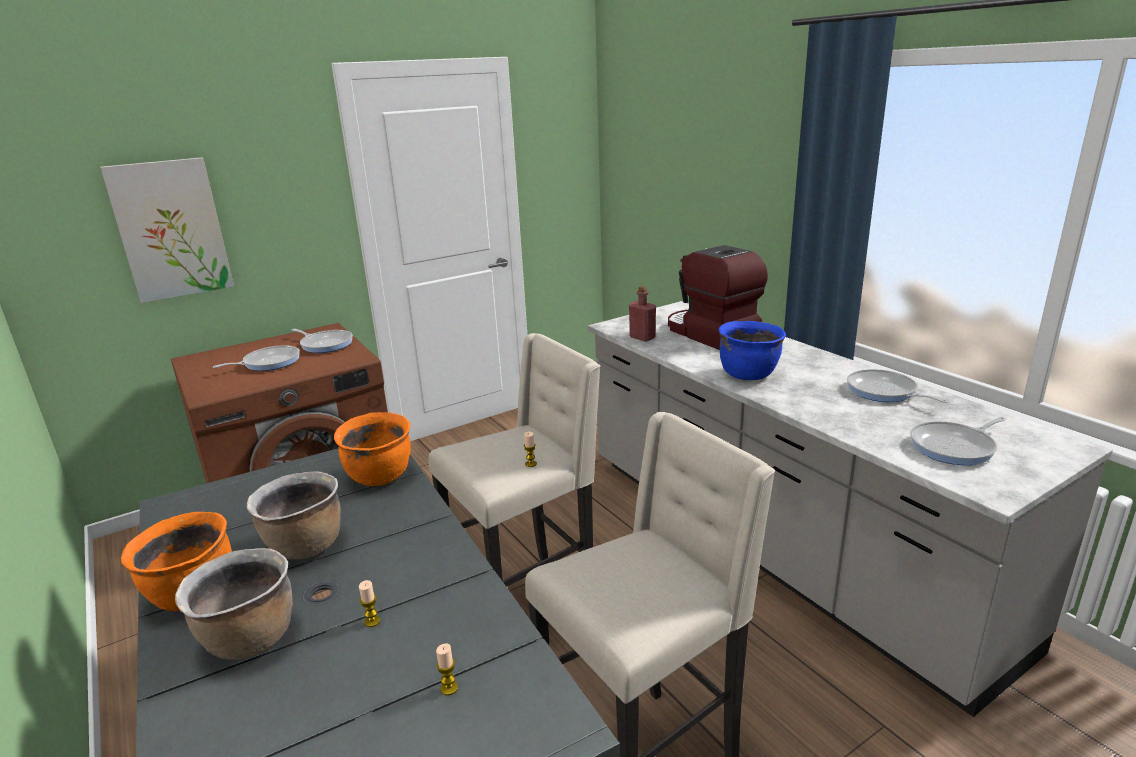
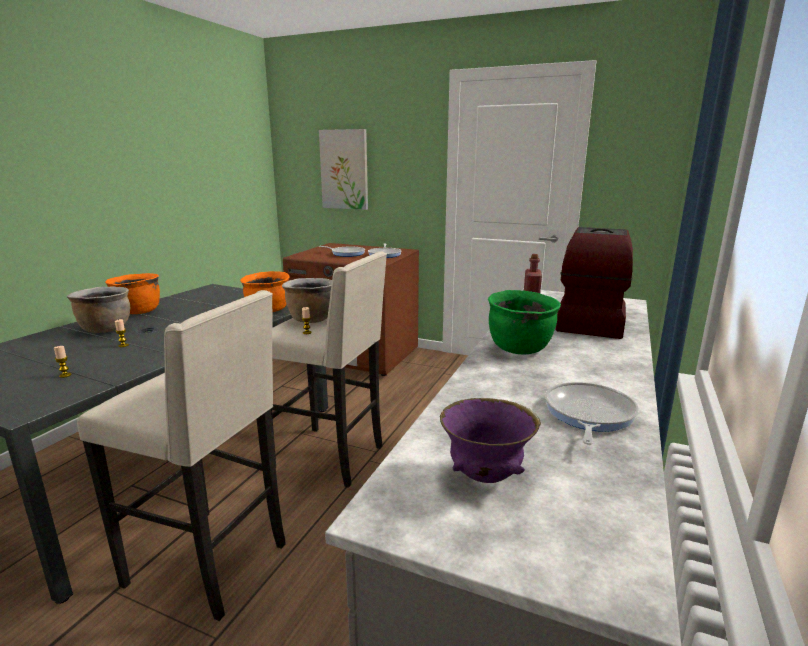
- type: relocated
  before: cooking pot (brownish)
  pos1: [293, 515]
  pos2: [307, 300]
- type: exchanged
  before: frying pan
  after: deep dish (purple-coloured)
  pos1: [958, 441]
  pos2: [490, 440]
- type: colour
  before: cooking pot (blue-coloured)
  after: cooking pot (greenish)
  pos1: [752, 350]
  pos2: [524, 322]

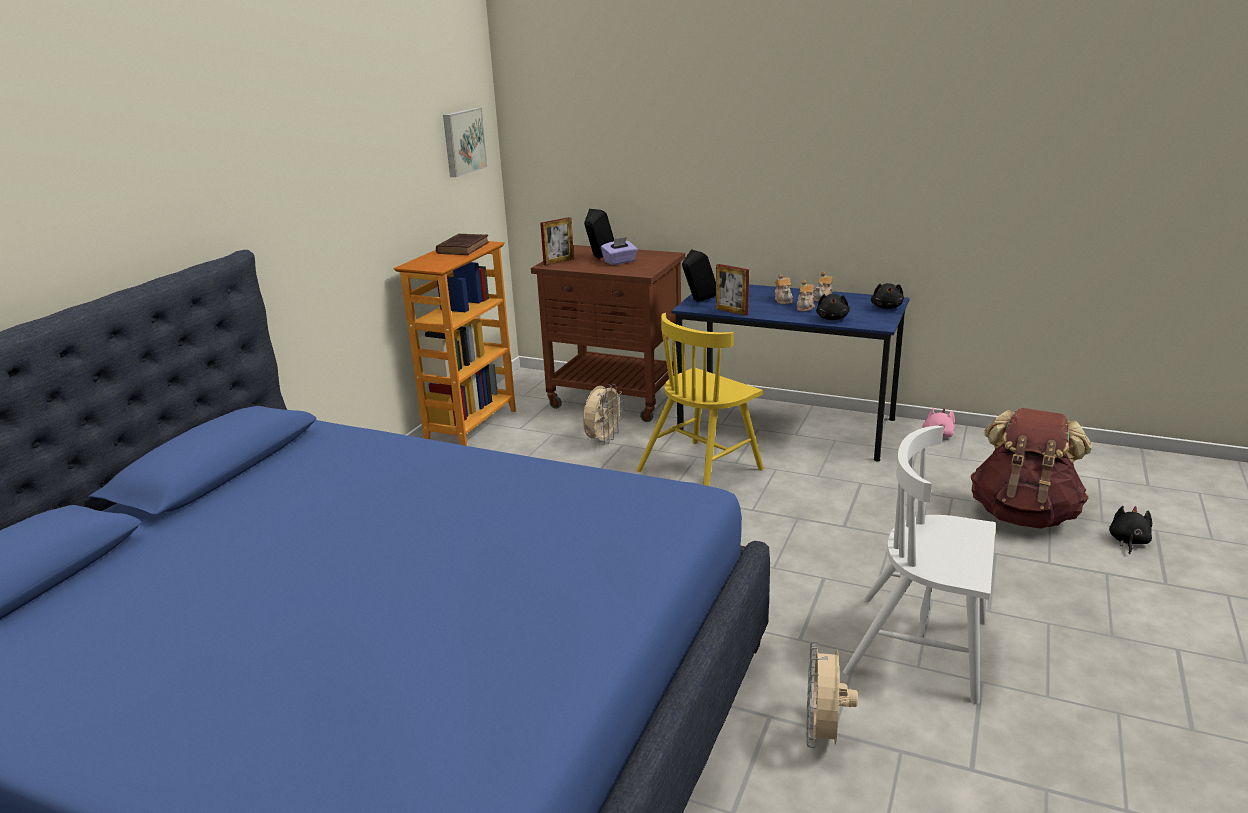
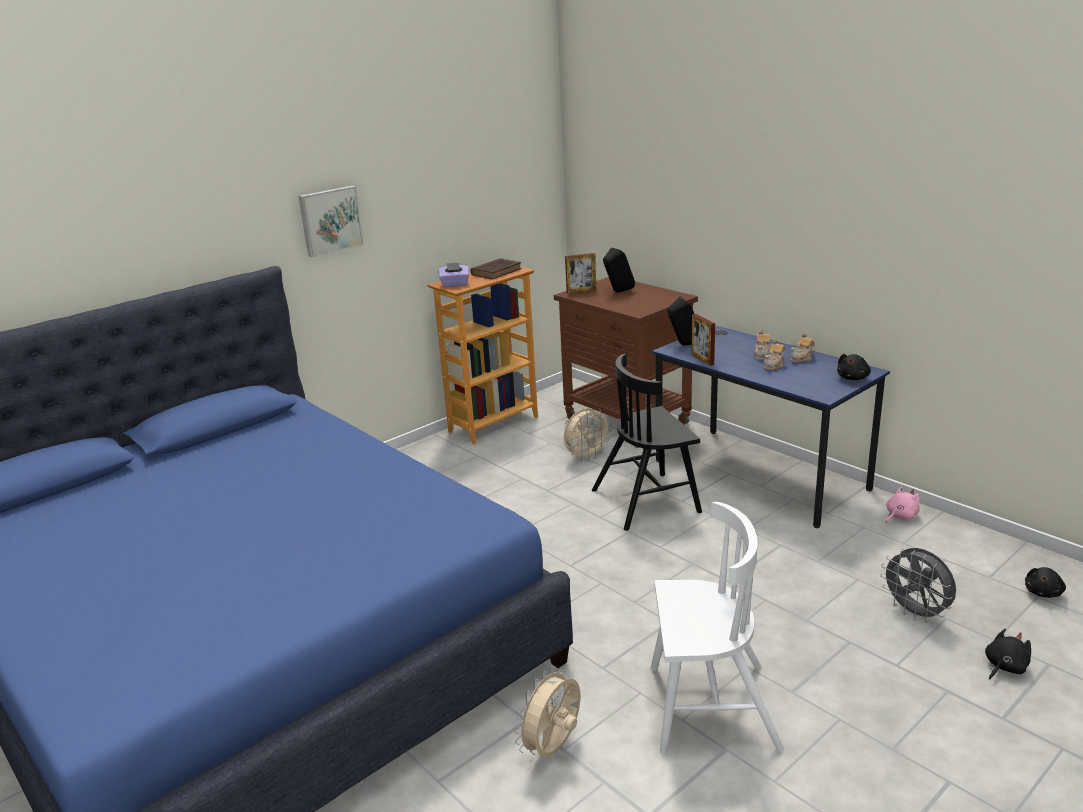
- type: relocated
  before: wall art
  pos1: [465, 142]
  pos2: [331, 221]
- type: relocated
  before: tissue holder (purple-coloured)
  pos1: [619, 251]
  pos2: [454, 275]
- type: relocated
  before: soft toy (blackish)
  pos1: [833, 307]
  pos2: [1045, 582]
- type: exchanged
  before: backpack (brownish)
  after: electric fan (gray)
  pos1: [1031, 468]
  pos2: [918, 585]
- type: colour
  before: chair (yellow)
  after: chair (blackish)
  pos1: [700, 399]
  pos2: [647, 442]
- type: spun
  before: chair (white-coloured)
  pos1: [919, 565]
  pos2: [717, 628]
  turn: 135

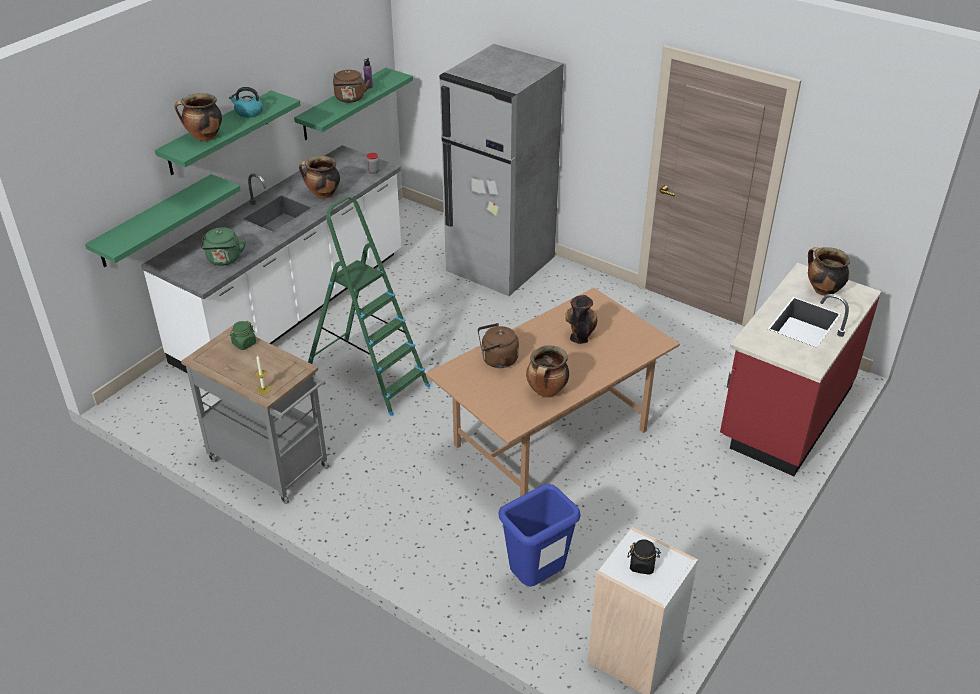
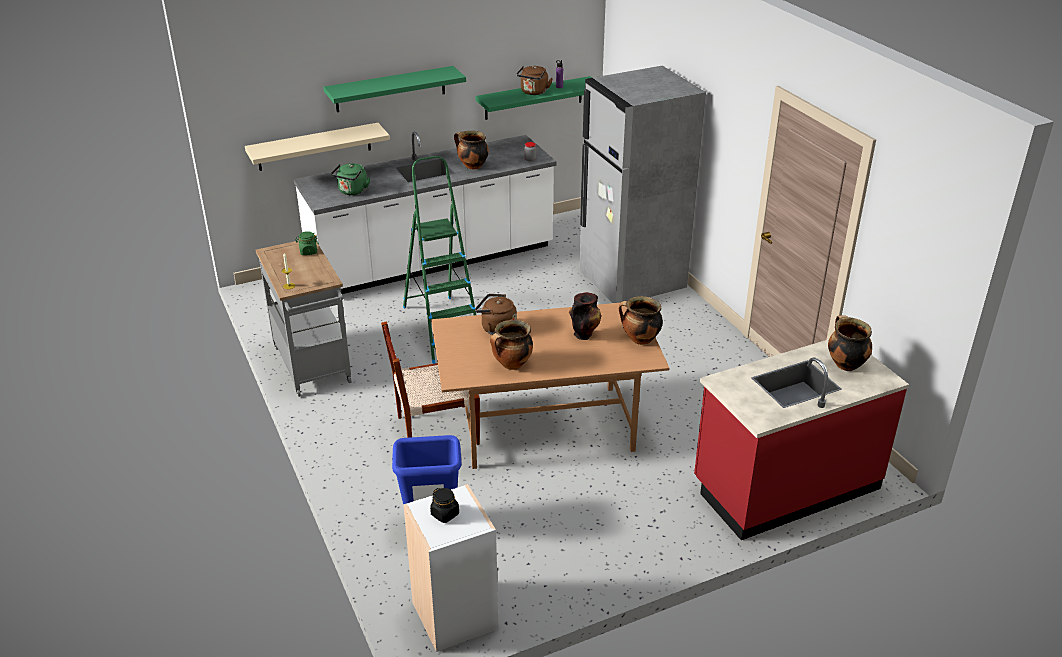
- type: missing
  before: kettle
  pos1: [246, 102]
- type: appeared
  after: chair
  pos2: [430, 383]
- type: relocated
  before: cooking pot
  pos1: [198, 117]
  pos2: [641, 320]
- type: colour
  before: bracket shelf (greenish)
  after: bracket shelf (beige)
  pos1: [162, 220]
  pos2: [317, 147]

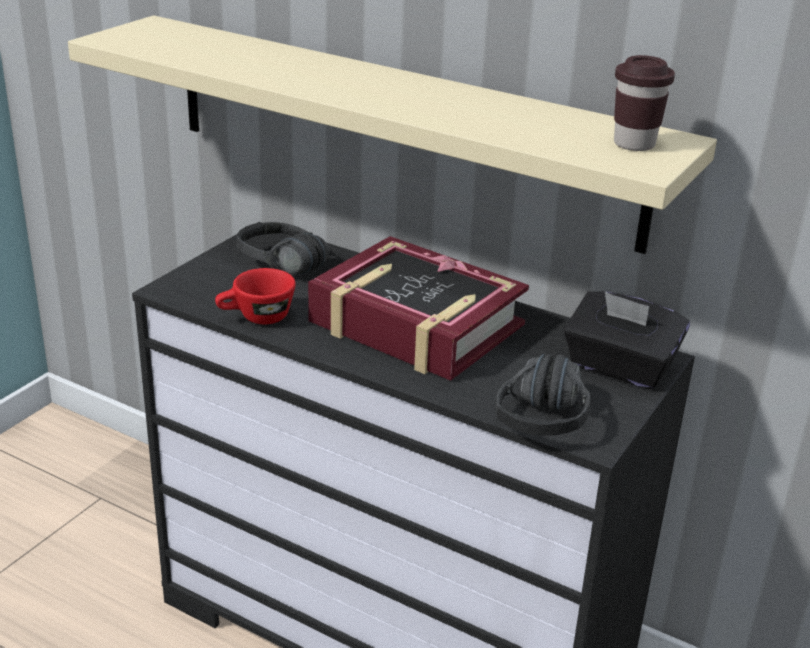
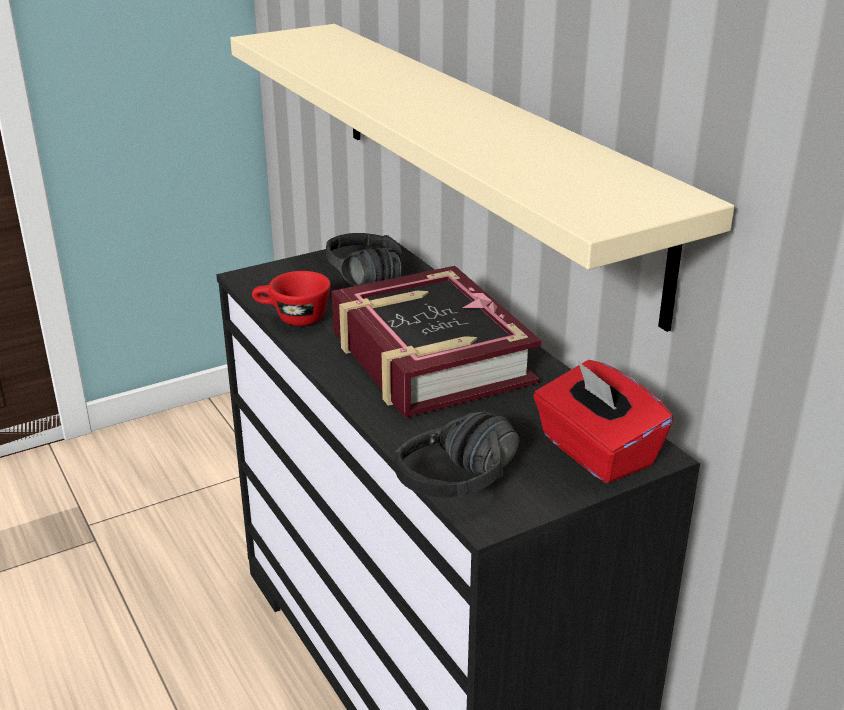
- type: missing
  before: small cup (brownish)
  pos1: [644, 103]
- type: colour
  before: tissue holder (blackish)
  after: tissue holder (red)
  pos1: [627, 340]
  pos2: [603, 421]

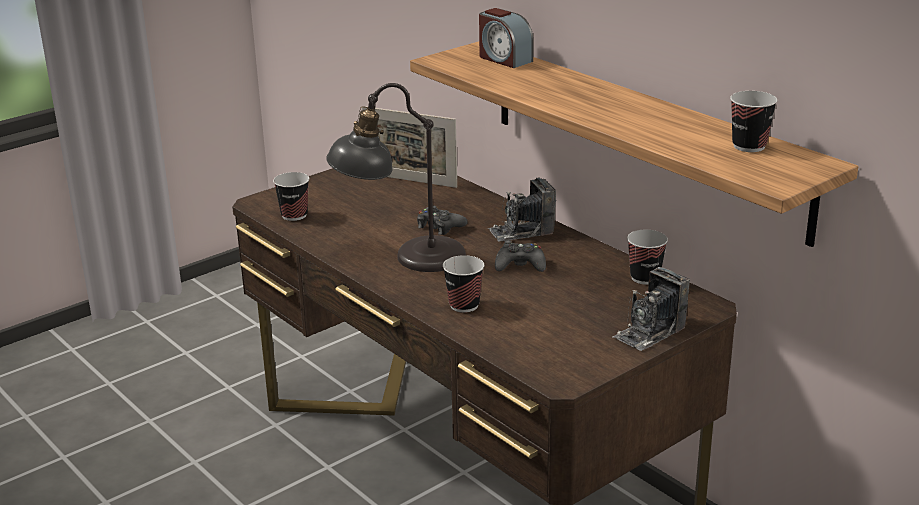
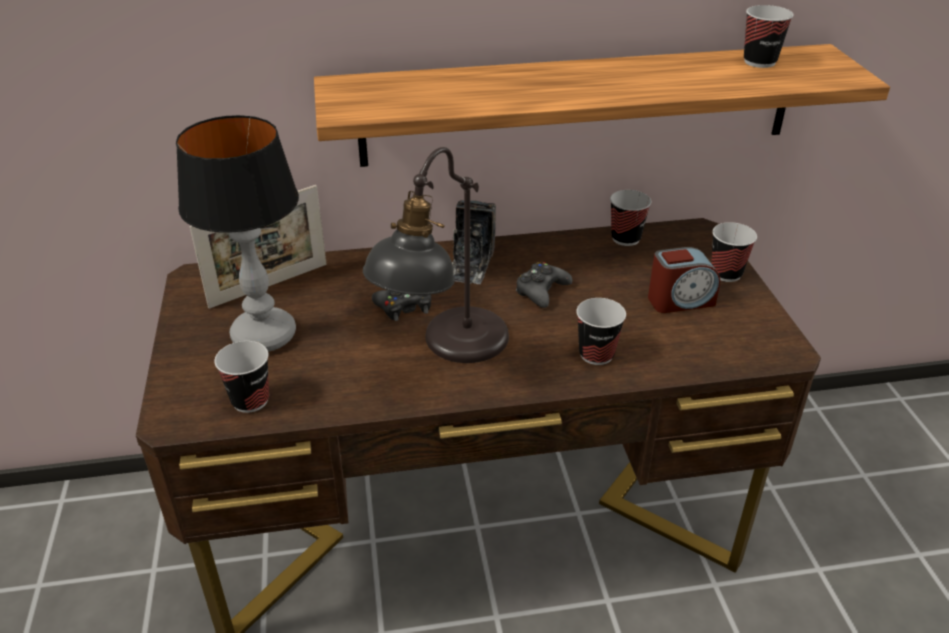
- type: appeared
  after: table lamp
  pos2: [237, 233]
- type: relocated
  before: alarm clock
  pos1: [506, 38]
  pos2: [684, 280]
- type: exchanged
  before: photo camera
  after: small cup
  pos1: [651, 309]
  pos2: [734, 252]

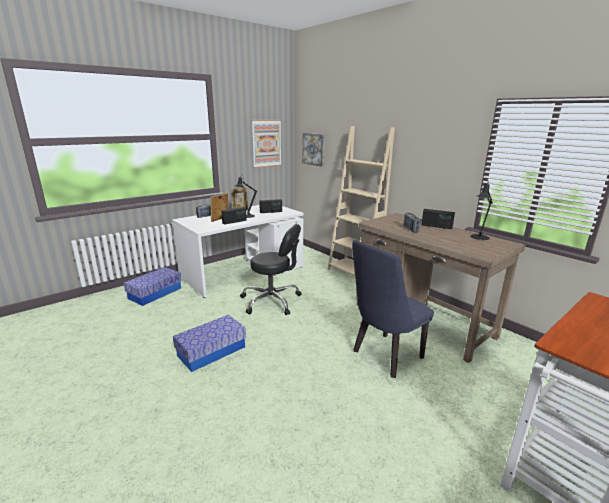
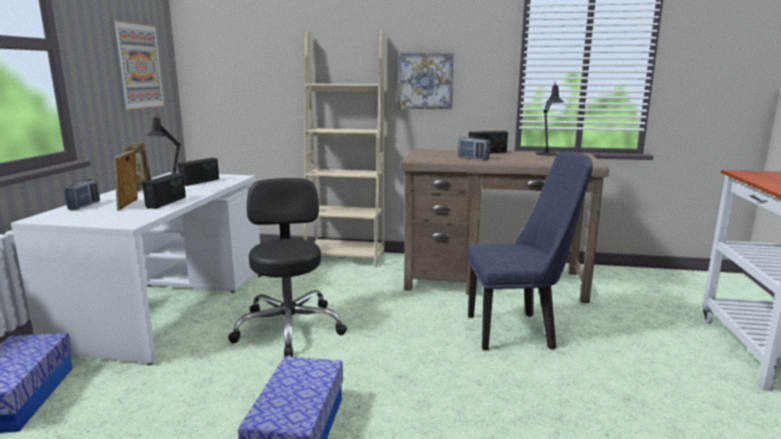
- type: relocated
  before: wall art
  pos1: [313, 150]
  pos2: [426, 81]
- type: spun
  before: office chair (blackish)
  pos1: [271, 269]
  pos2: [287, 267]
  turn: -75
- type: spun
  before: chair (blue-coloured)
  pos1: [393, 309]
  pos2: [530, 251]
  turn: -105

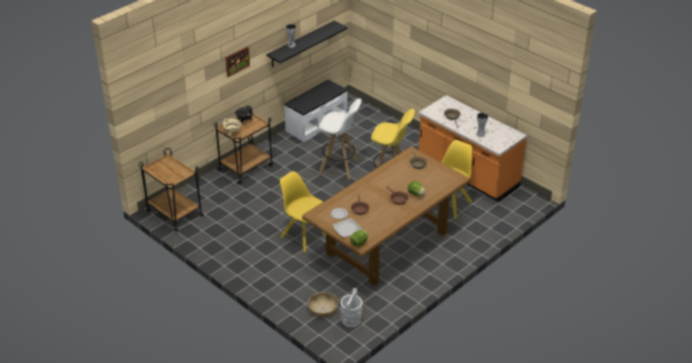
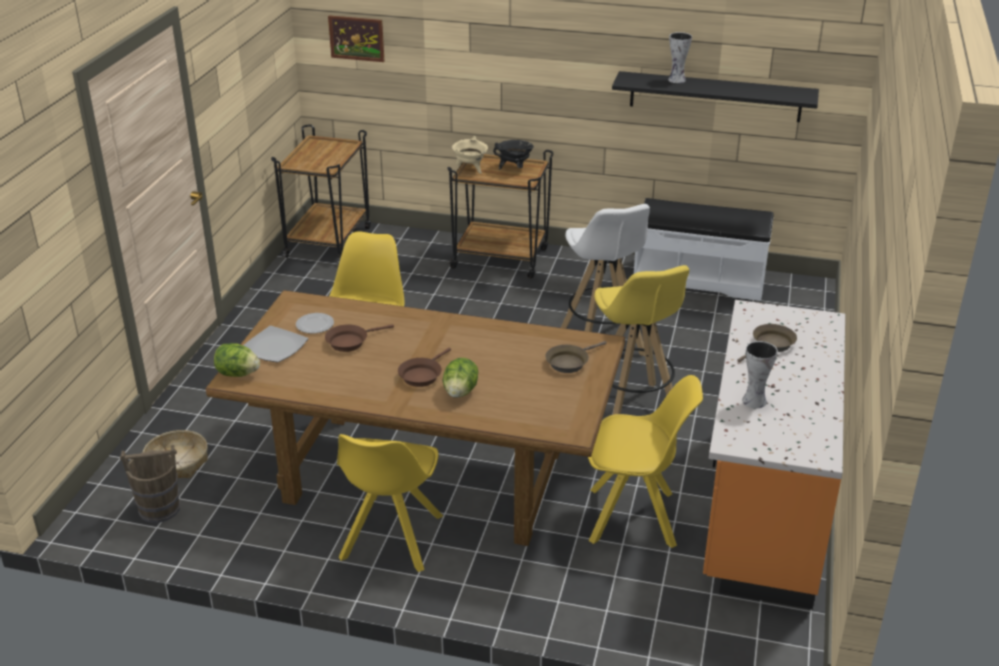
- type: appeared
  after: chair (yellow)
  pos2: [390, 503]
- type: relocated
  before: wall art
  pos1: [237, 62]
  pos2: [356, 38]
- type: colour
  before: pail (white-coloured)
  after: pail (brownish)
  pos1: [351, 307]
  pos2: [150, 484]

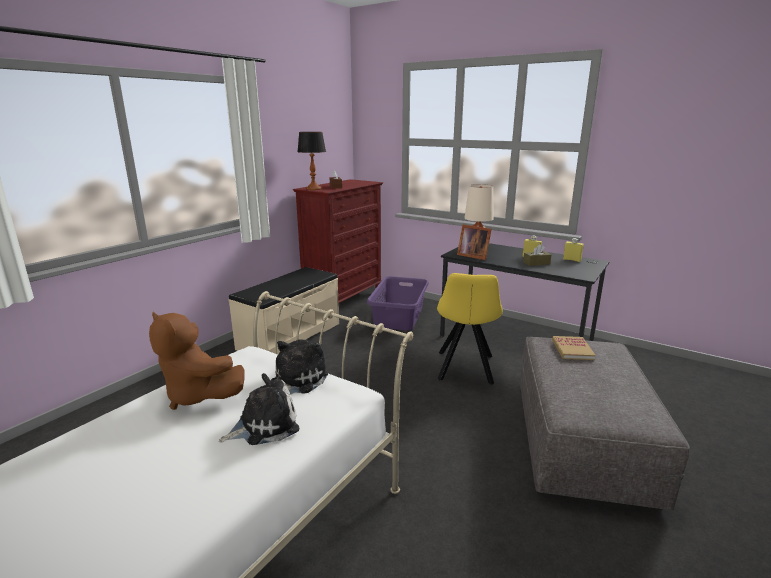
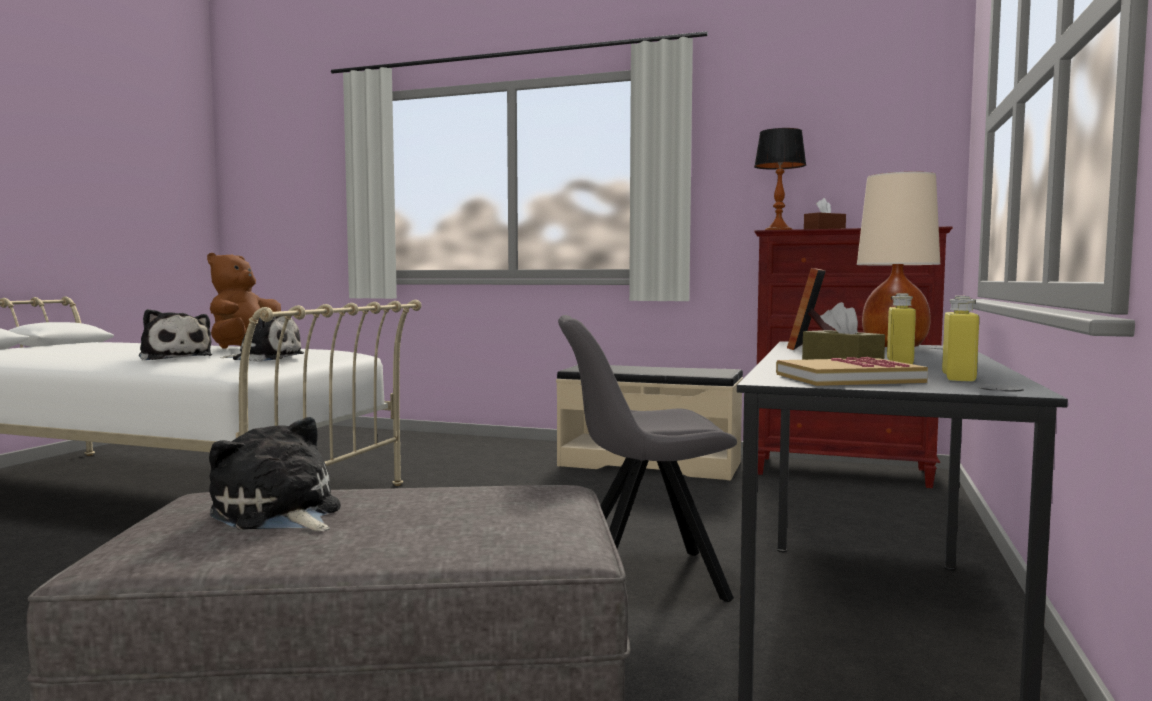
- type: missing
  before: laundry basket (purple-coloured)
  pos1: [398, 303]
- type: appeared
  after: soft toy
  pos2: [275, 474]
- type: relocated
  before: book
  pos1: [574, 348]
  pos2: [852, 371]
- type: colour
  before: chair (yellow)
  after: chair (gray)
  pos1: [470, 329]
  pos2: [647, 458]

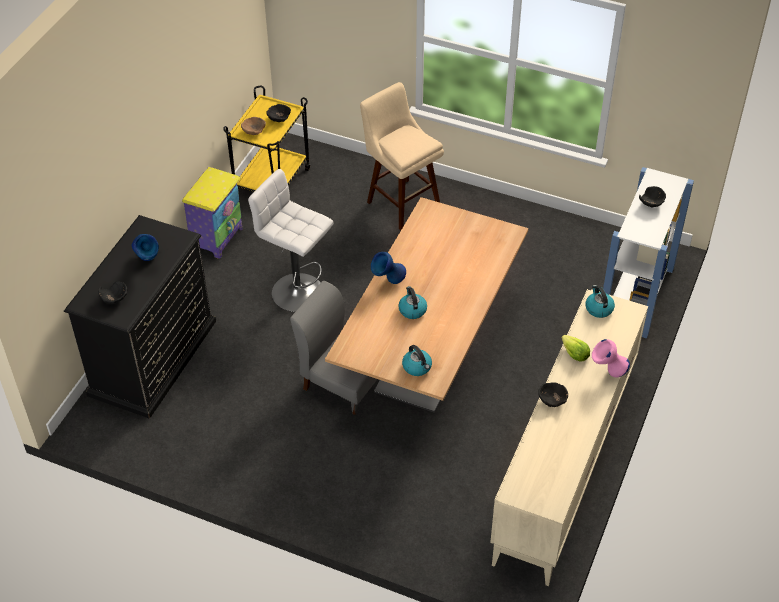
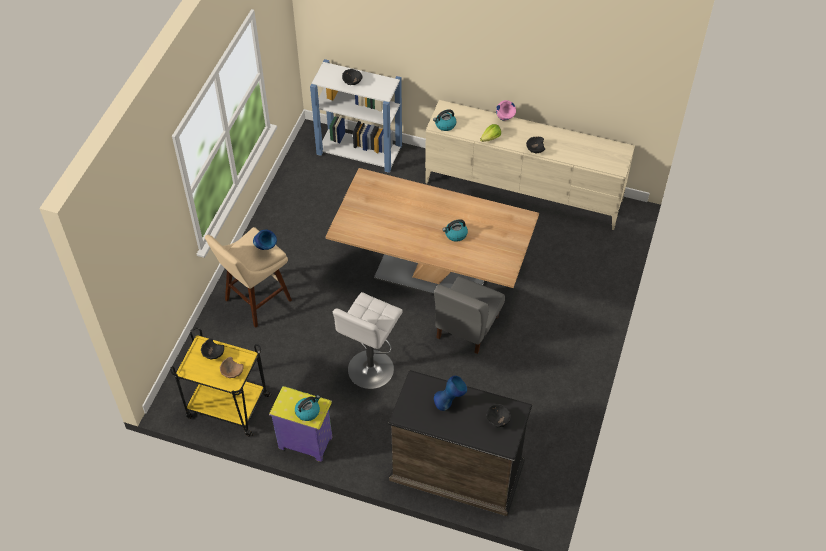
- type: relocated
  before: vase (blue-coloured)
  pos1: [388, 268]
  pos2: [265, 240]
- type: relocated
  before: kettle
  pos1: [417, 360]
  pos2: [307, 408]

